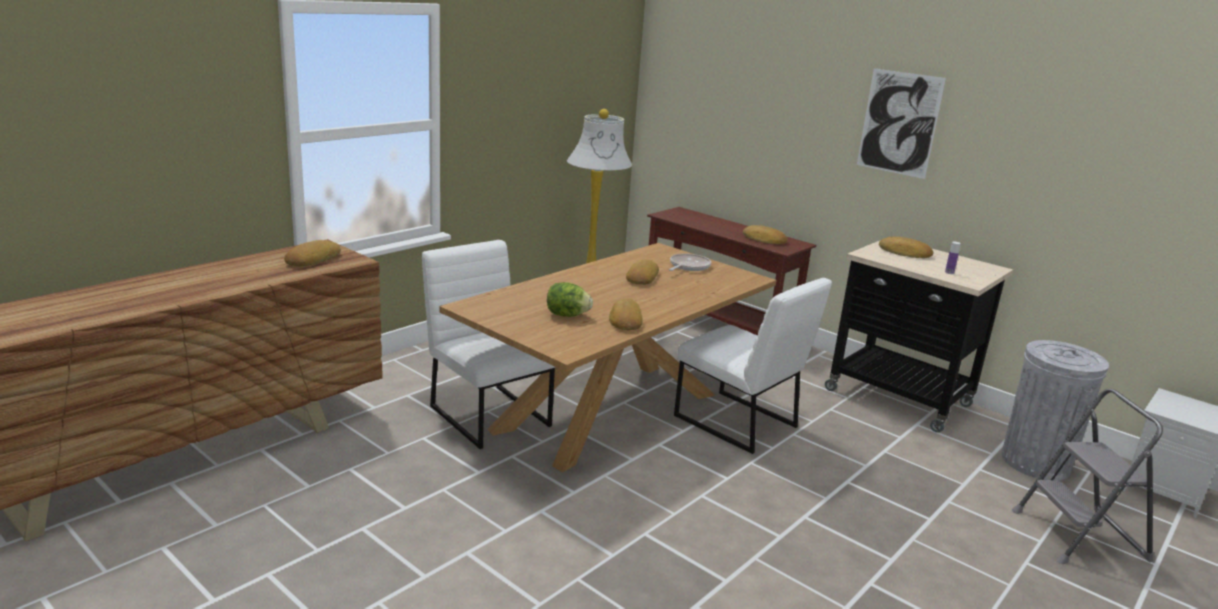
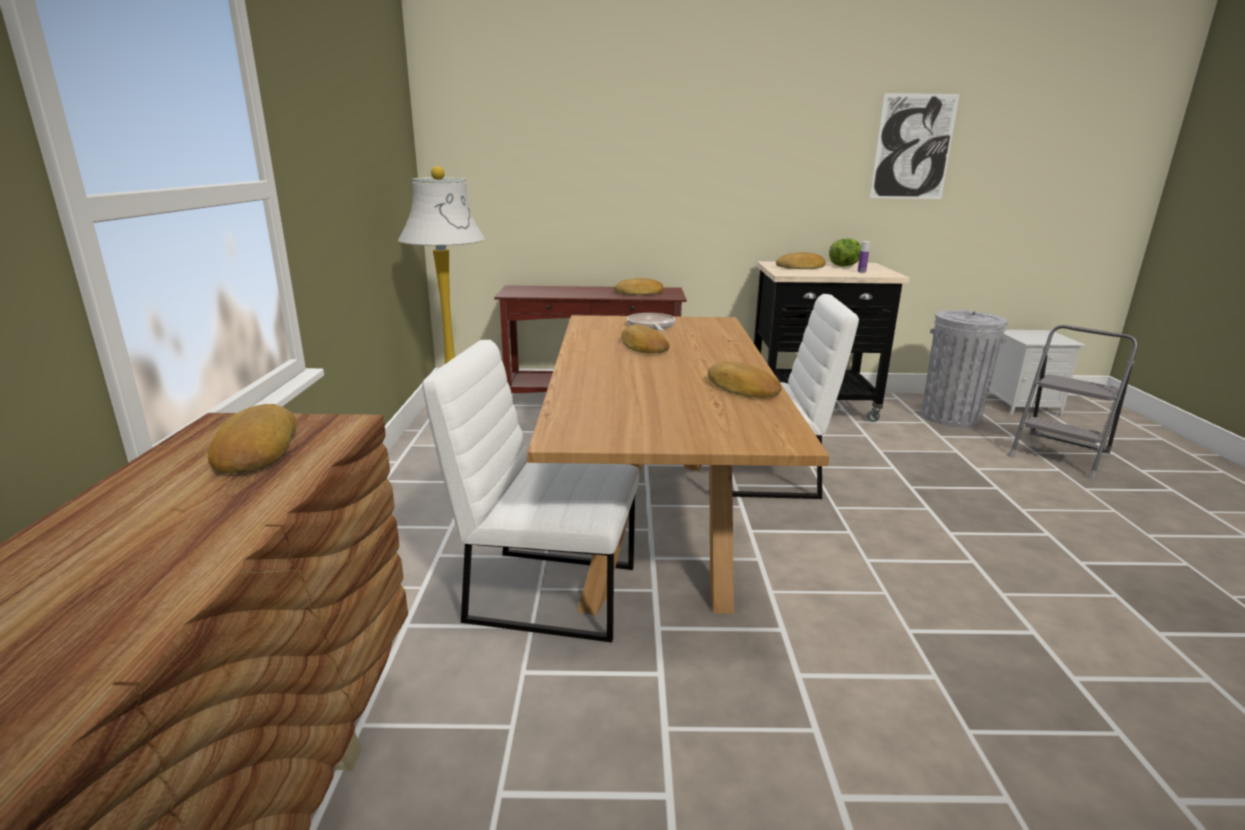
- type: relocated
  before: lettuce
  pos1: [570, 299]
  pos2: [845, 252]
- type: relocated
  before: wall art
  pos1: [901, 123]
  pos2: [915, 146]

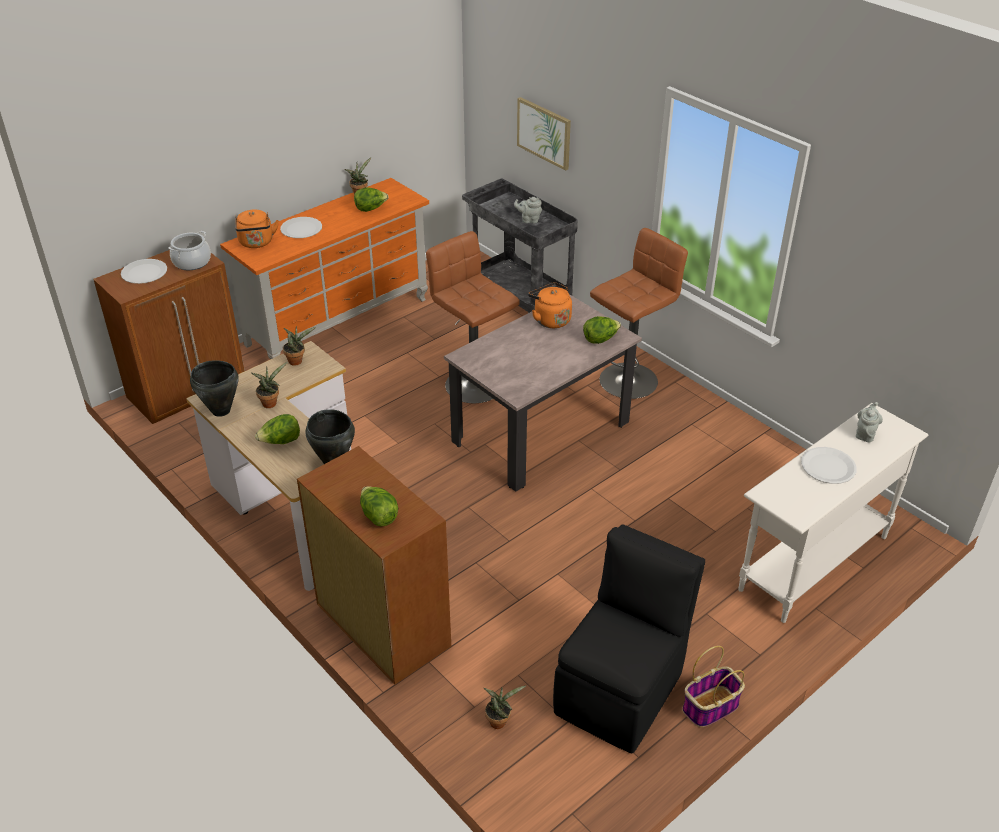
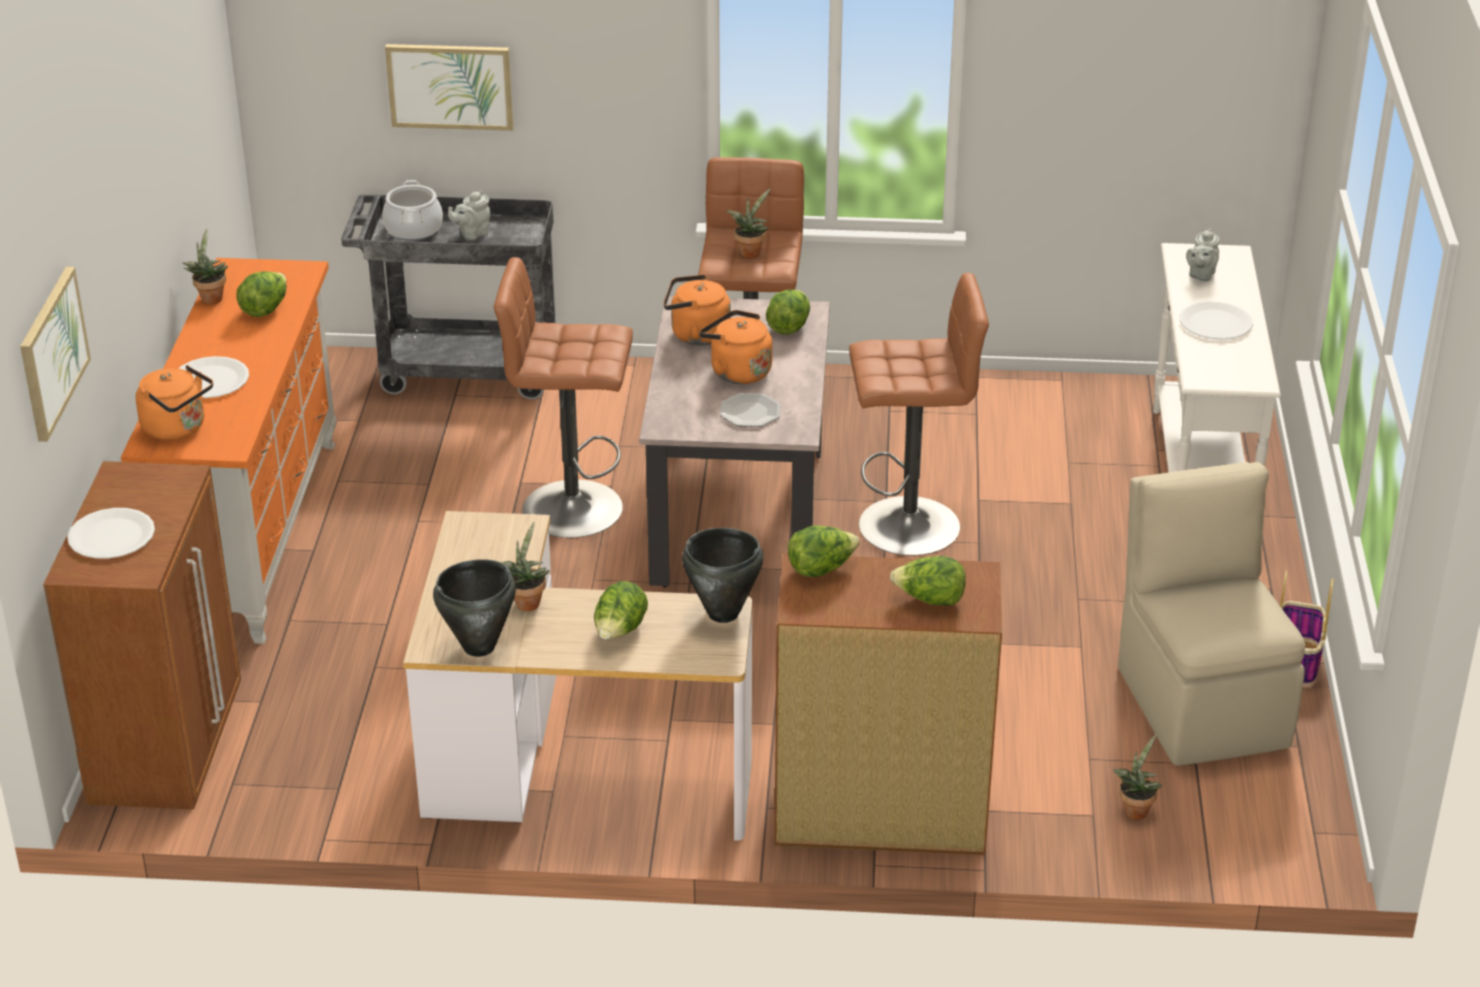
- type: appeared
  after: wall art
  pos2: [55, 354]
- type: appeared
  after: kettle (orange-coloured)
  pos2: [735, 347]
- type: appeared
  after: flat dish
  pos2: [750, 410]
- type: appeared
  after: lettuce
  pos2: [824, 551]
- type: appeared
  after: stool (brownish)
  pos2: [919, 414]
- type: relocated
  before: cooking pot
  pos1: [189, 250]
  pos2: [412, 210]
- type: relocated
  before: houseplant
  pos1: [299, 346]
  pos2: [748, 223]
- type: colour
  before: chair (blackish)
  after: chair (beige)
  pos1: [629, 639]
  pos2: [1211, 614]
- type: spun
  before: teapot (gray)
  pos1: [869, 422]
  pos2: [1203, 255]
  turn: -135

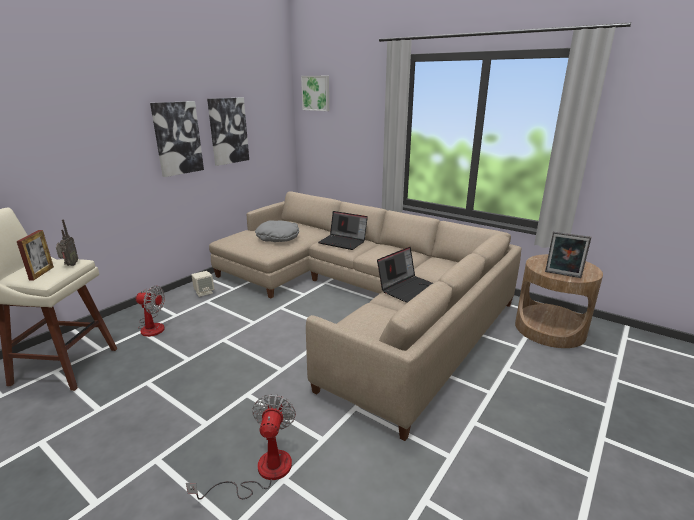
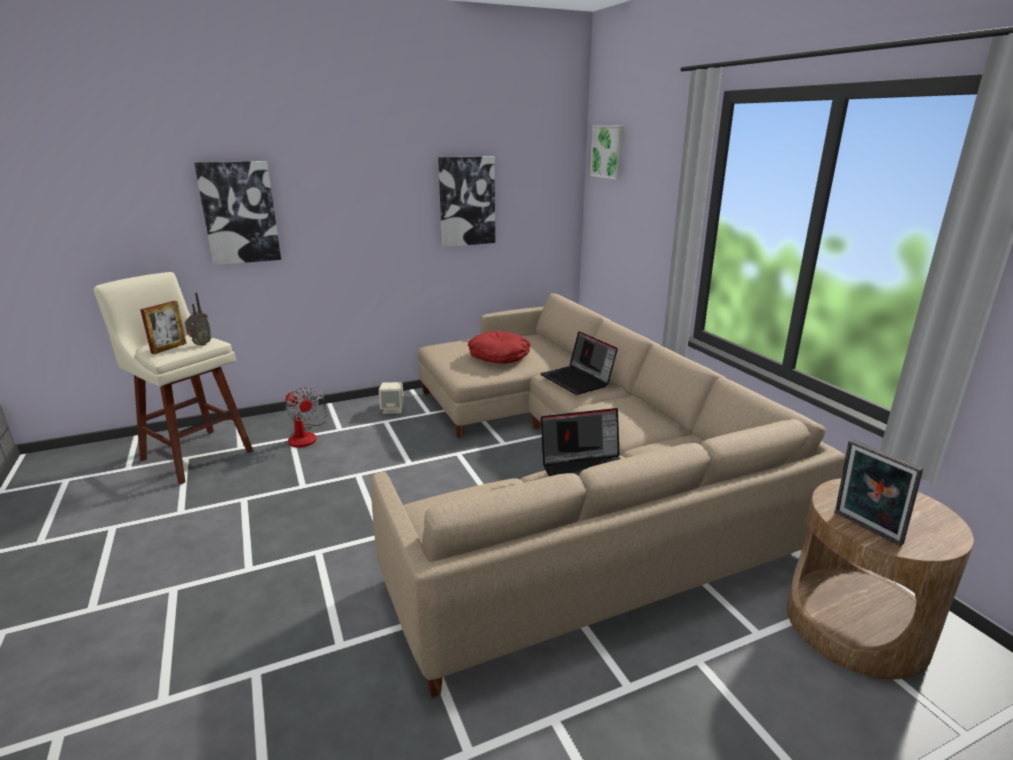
- type: missing
  before: electric fan
  pos1: [241, 447]
- type: relocated
  before: wall art
  pos1: [177, 139]
  pos2: [237, 213]
- type: colour
  before: cushion (gray)
  after: cushion (red)
  pos1: [277, 231]
  pos2: [499, 347]

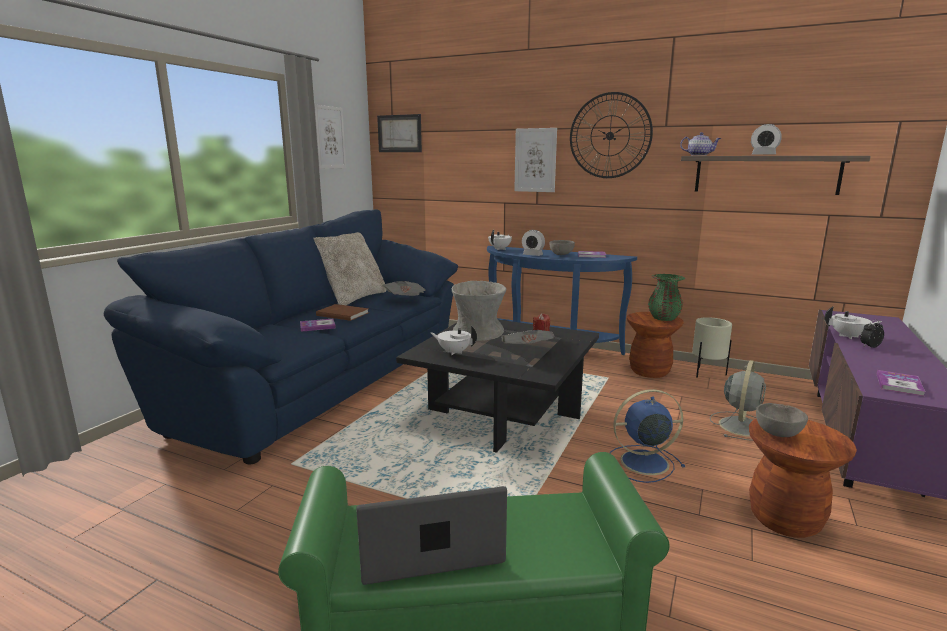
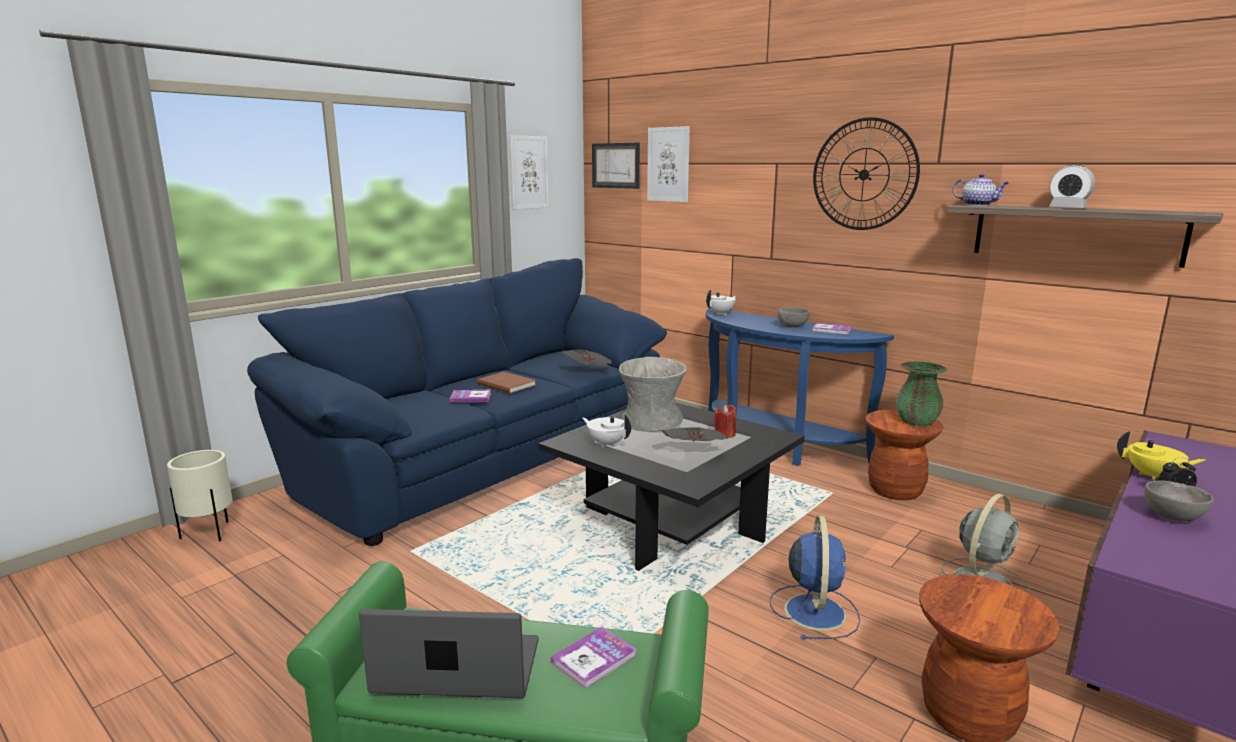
- type: missing
  before: cushion (beige)
  pos1: [350, 268]
- type: missing
  before: alarm clock
  pos1: [533, 243]
- type: relocated
  before: wall art
  pos1: [535, 160]
  pos2: [668, 164]
- type: relocated
  before: plant pot (beige)
  pos1: [712, 347]
  pos2: [199, 496]
- type: relocated
  before: deep dish (gray)
  pos1: [782, 420]
  pos2: [1179, 500]
- type: relocated
  before: book
  pos1: [901, 383]
  pos2: [594, 658]
- type: colour
  before: teapot (white-coloured)
  after: teapot (yellow)
  pos1: [853, 323]
  pos2: [1161, 456]
- type: spun
  before: electric fan (blue-coloured)
  pos1: [647, 436]
  pos2: [815, 578]
  turn: 90

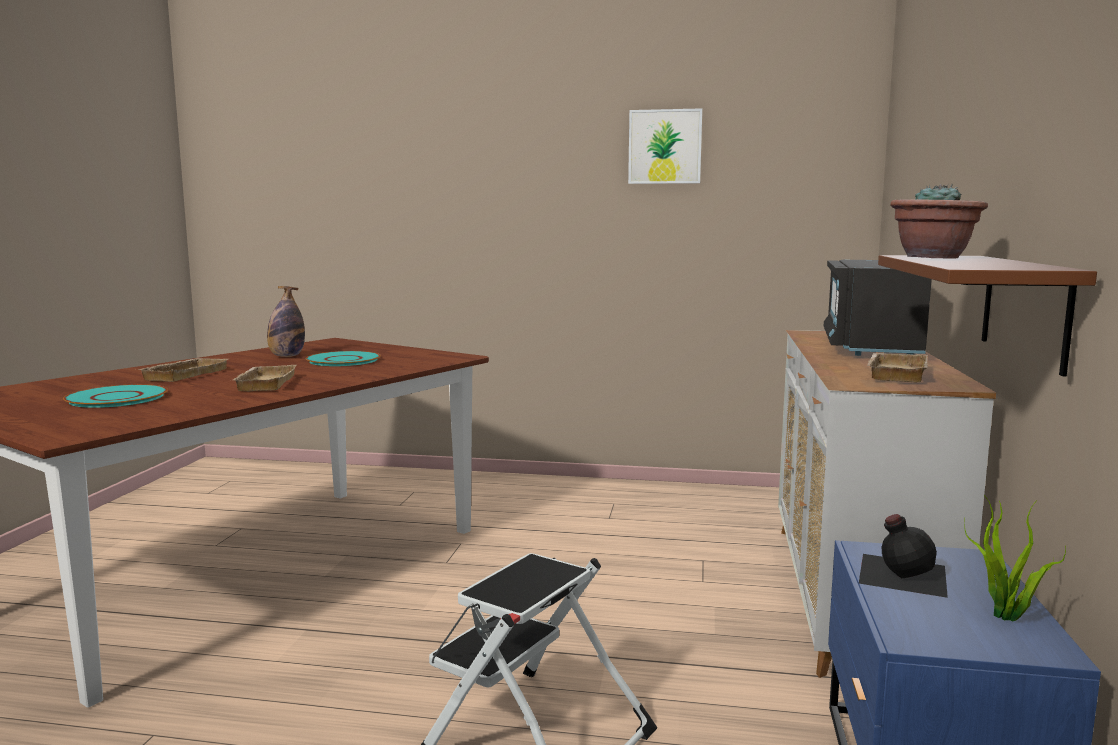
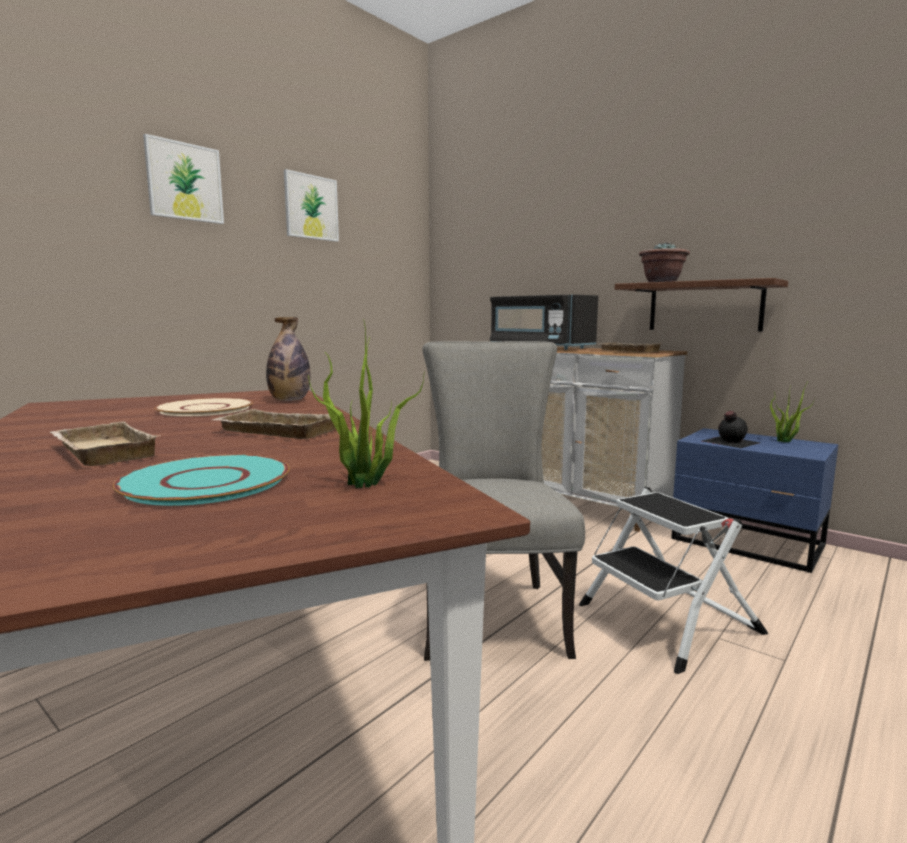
- type: appeared
  after: wall art
  pos2: [183, 179]
- type: appeared
  after: houseplant
  pos2: [366, 403]
- type: appeared
  after: chair (gray)
  pos2: [503, 501]
- type: relocated
  before: drink bottle
  pos1: [286, 321]
  pos2: [288, 359]
- type: colour
  before: flat dish (turquoise)
  after: flat dish (beige)
  pos1: [343, 358]
  pos2: [203, 407]

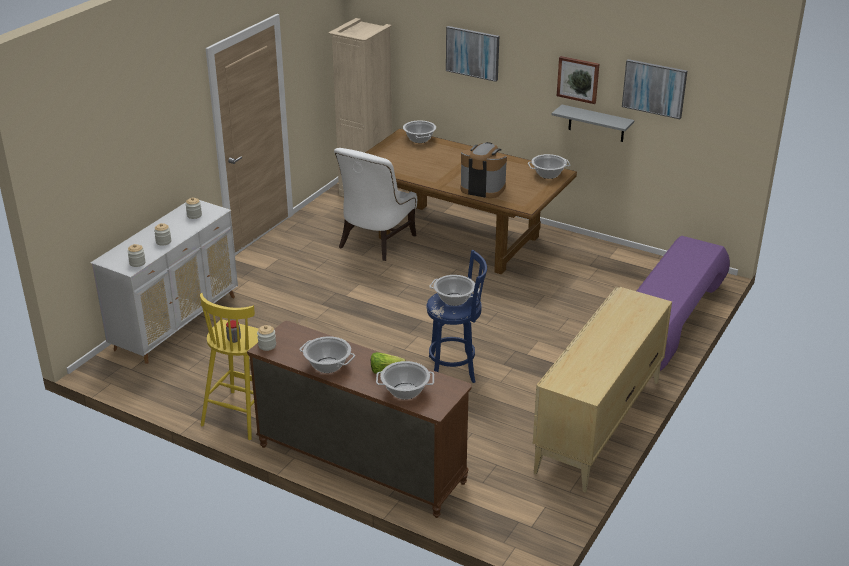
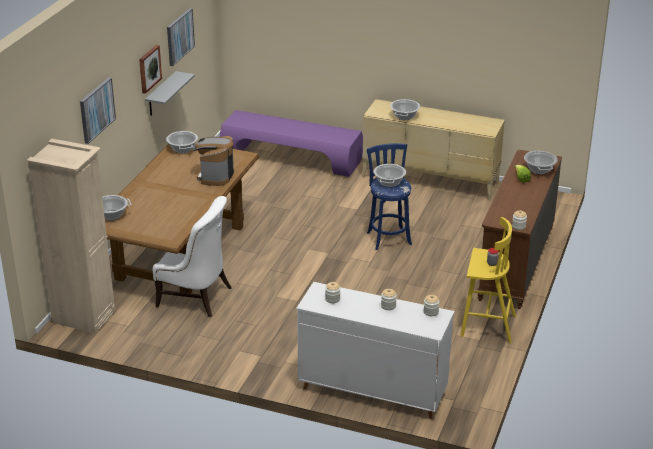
- type: relocated
  before: cooking pot
  pos1: [327, 354]
  pos2: [405, 109]

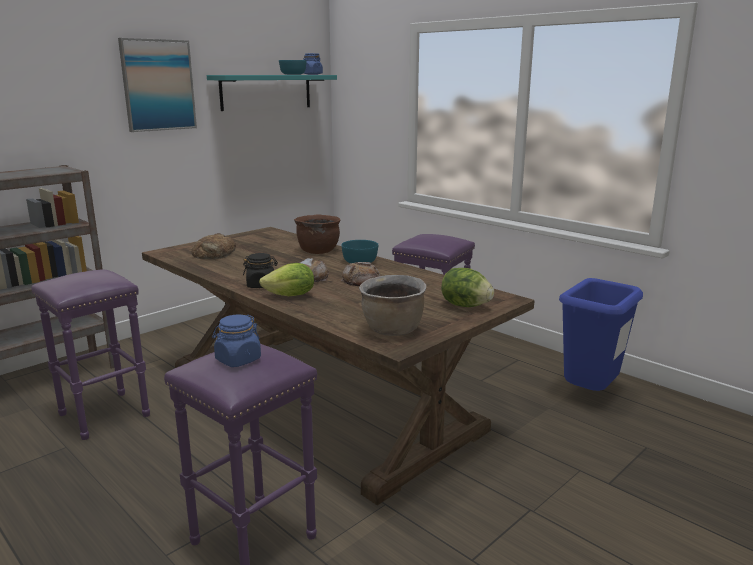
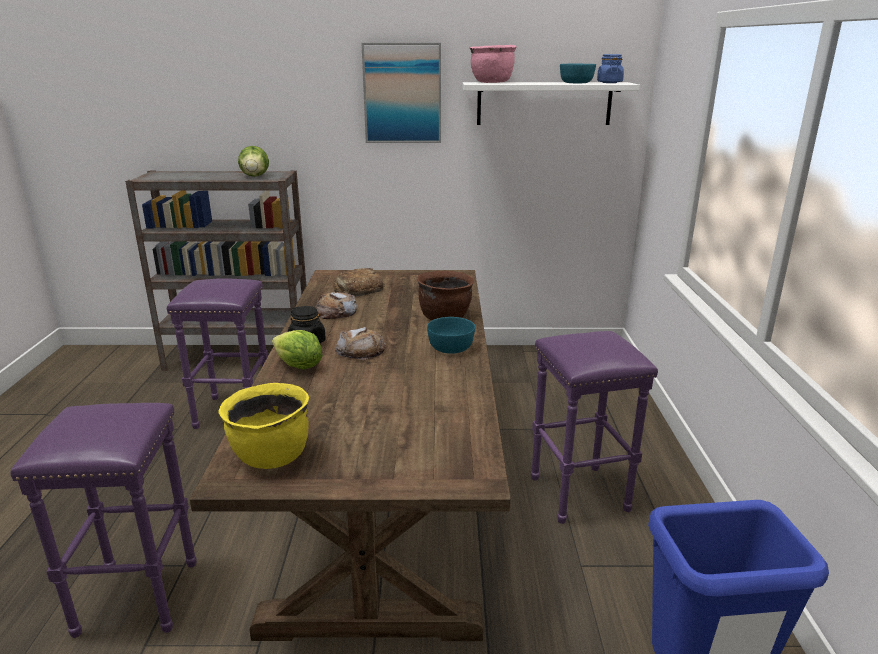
- type: missing
  before: storage jar (blue-coloured)
  pos1: [236, 340]
- type: appeared
  after: cooking pot (pink-coloured)
  pos2: [493, 64]
- type: relocated
  before: bread
  pos1: [360, 274]
  pos2: [336, 305]
- type: relocated
  before: lettuce
  pos1: [467, 287]
  pos2: [253, 161]
- type: colour
  before: bracket shelf (turquoise)
  after: bracket shelf (white-coloured)
  pos1: [272, 93]
  pos2: [551, 103]
- type: colour
  before: cooking pot (brownish)
  after: cooking pot (yellow)
  pos1: [392, 305]
  pos2: [263, 426]

